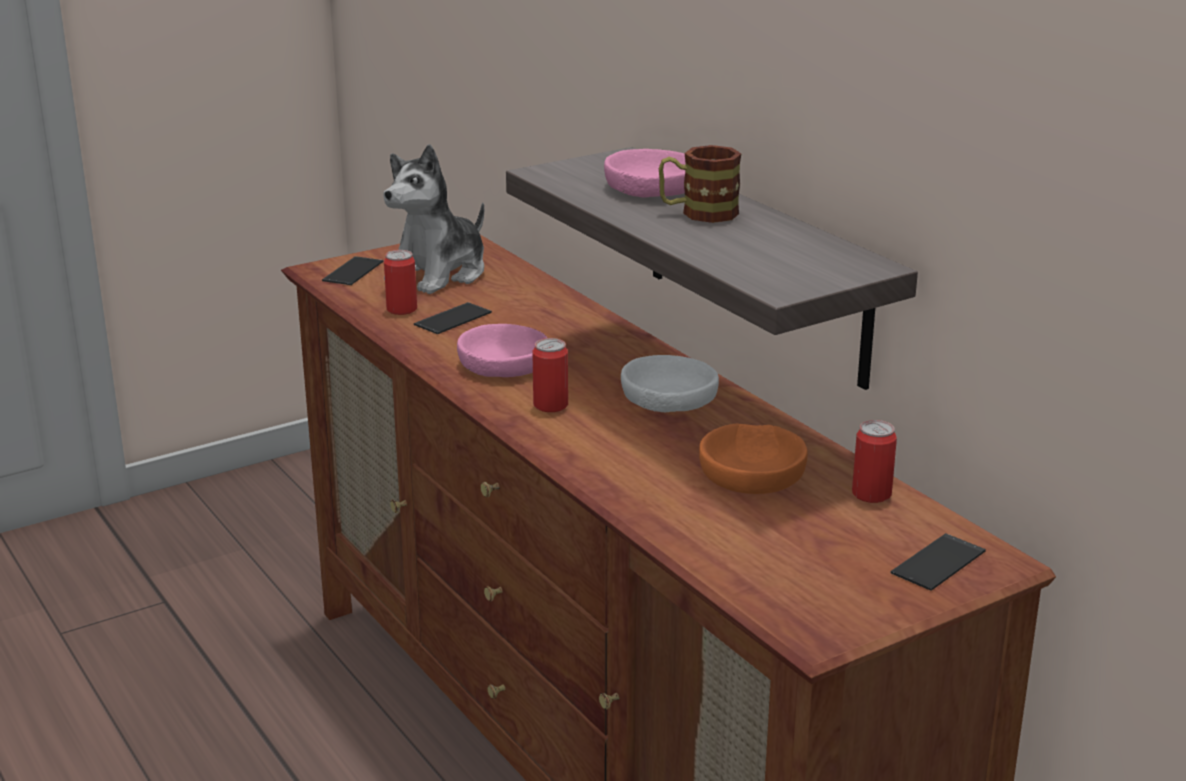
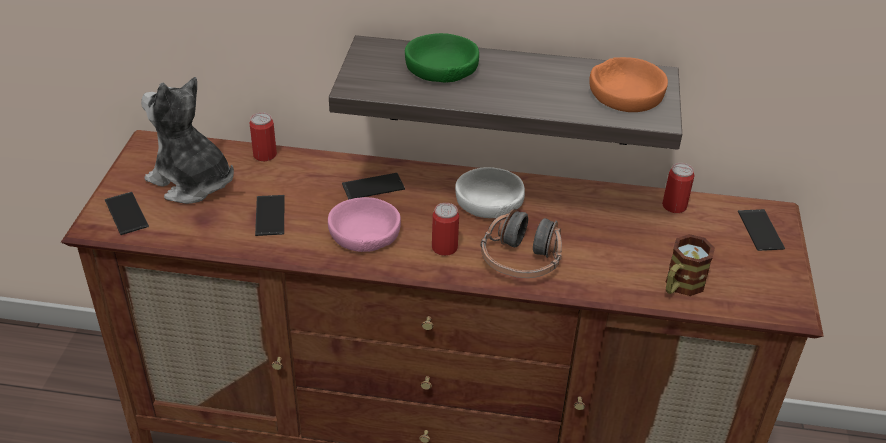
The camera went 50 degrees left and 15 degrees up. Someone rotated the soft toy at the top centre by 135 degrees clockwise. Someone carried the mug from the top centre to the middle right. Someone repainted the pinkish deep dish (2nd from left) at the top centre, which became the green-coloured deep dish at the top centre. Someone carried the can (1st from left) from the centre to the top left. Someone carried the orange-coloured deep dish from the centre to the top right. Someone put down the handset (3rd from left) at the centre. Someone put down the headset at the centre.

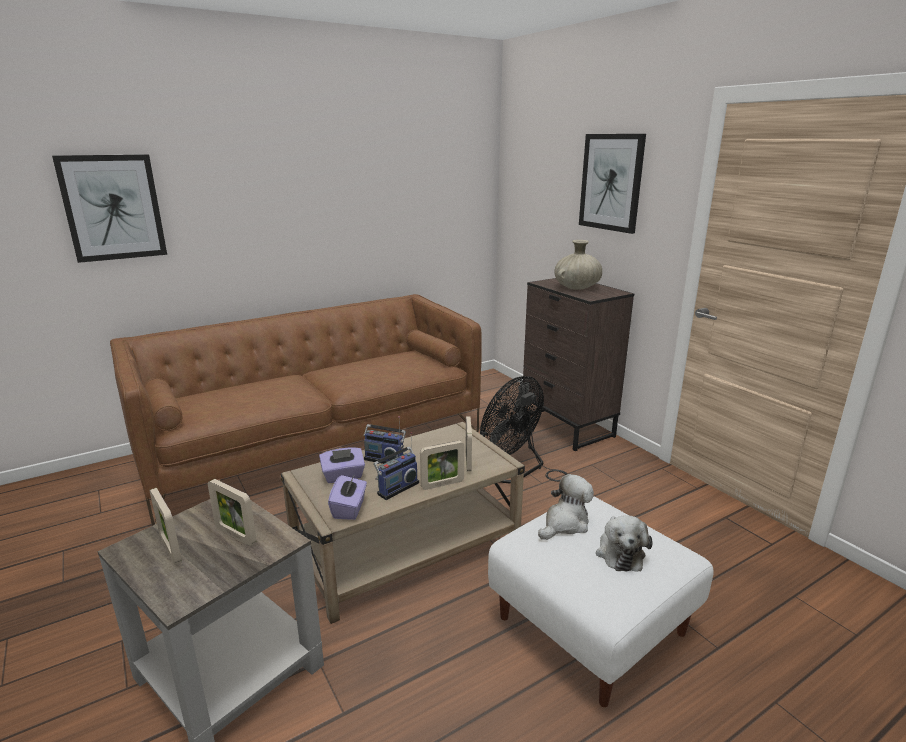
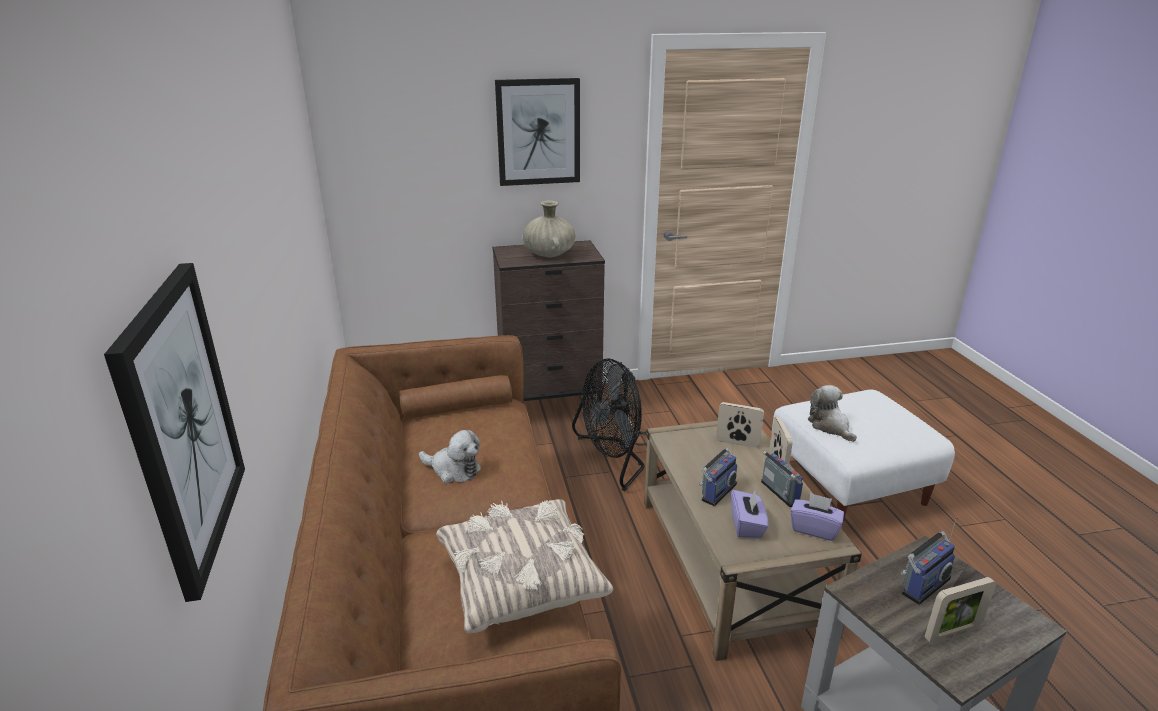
The camera went 70 degrees left and 5 degrees up. Someone swapped the photo frame (2nd from left) at the bottom left for the radio set (3rd from left) at the bottom right. Someone carried the soft toy (2nd from left in the first image) from the bottom right to the centre. Someone put down the beige cushion at the bottom centre.

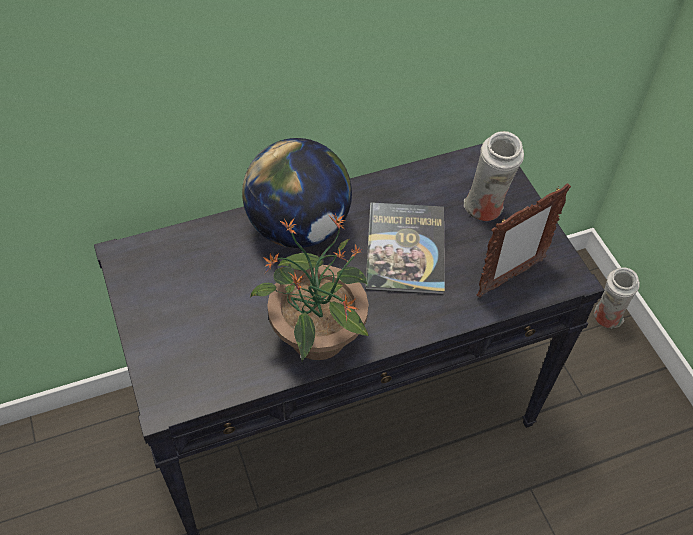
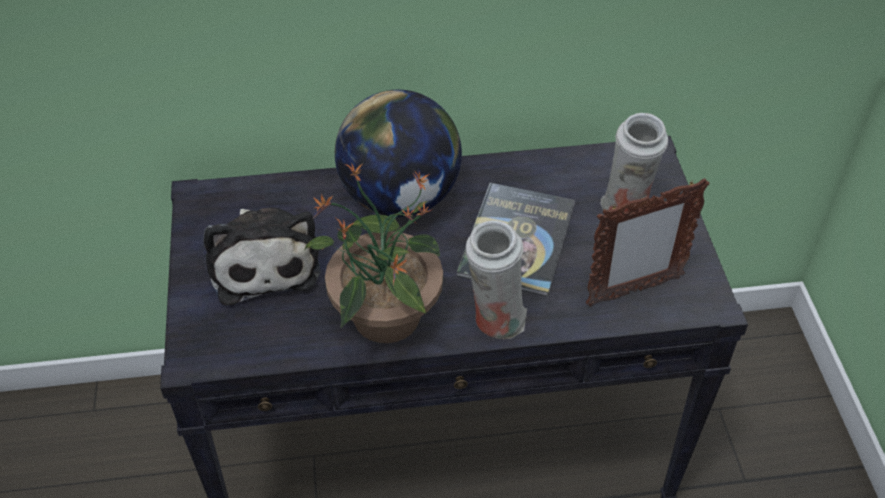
The camera went 15 degrees right and 5 degrees down. Someone carried the whitish flower vase (2nd from left in the first image) from the middle right to the centre. Someone put down the soft toy at the middle left.

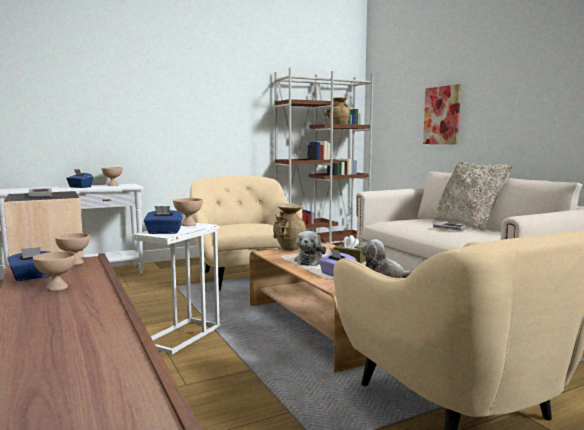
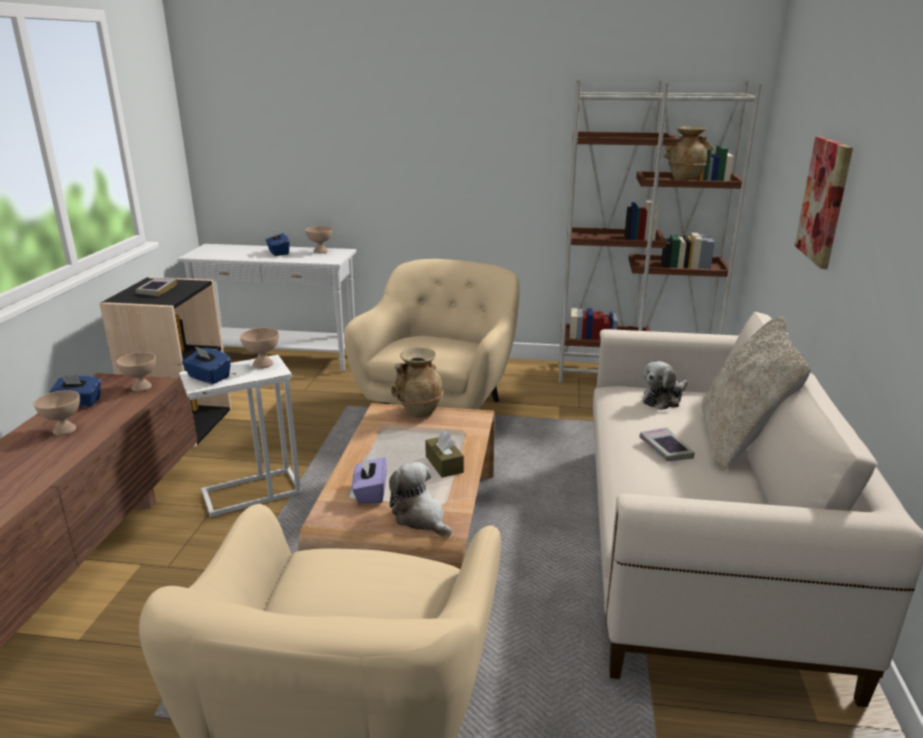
The camera went 35 degrees right and 15 degrees up. Someone carried the soft toy (1st from left in the first image) from the centre to the middle right.

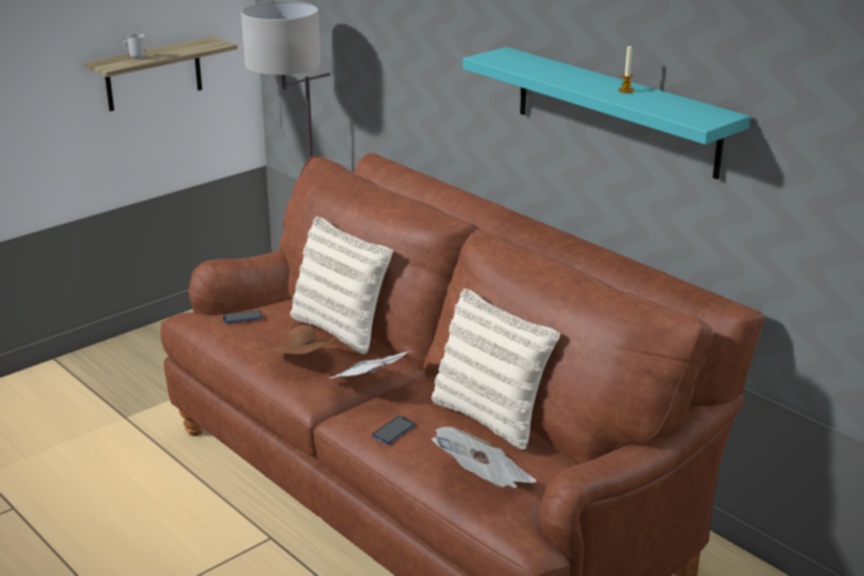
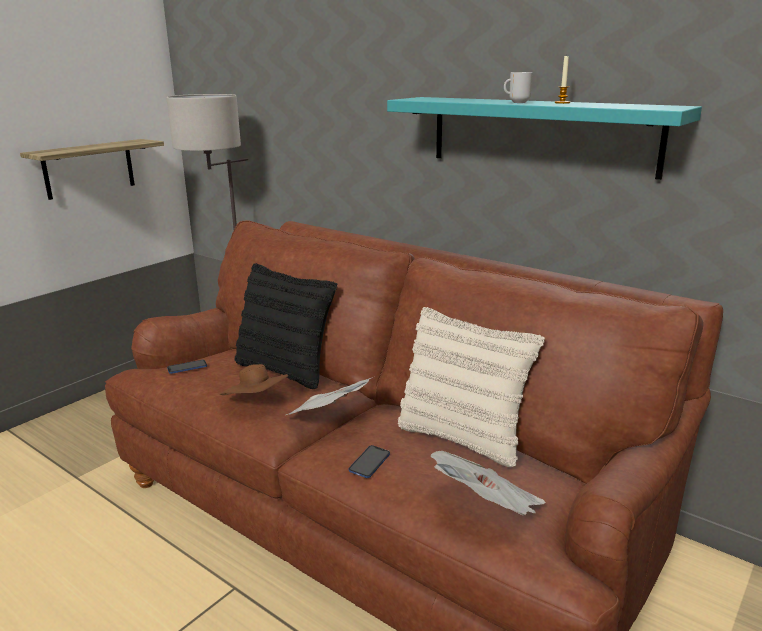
The camera went 10 degrees left and 5 degrees down. Someone carried the mug from the top left to the top right. Someone repainted the beige cushion (1st from left) at the centre, which became the black cushion at the centre.

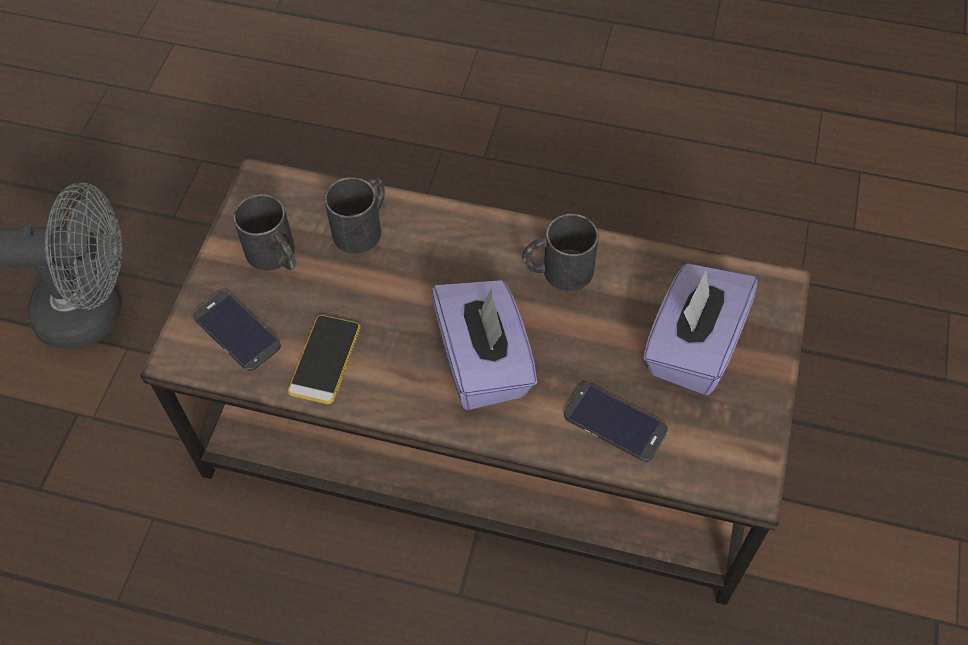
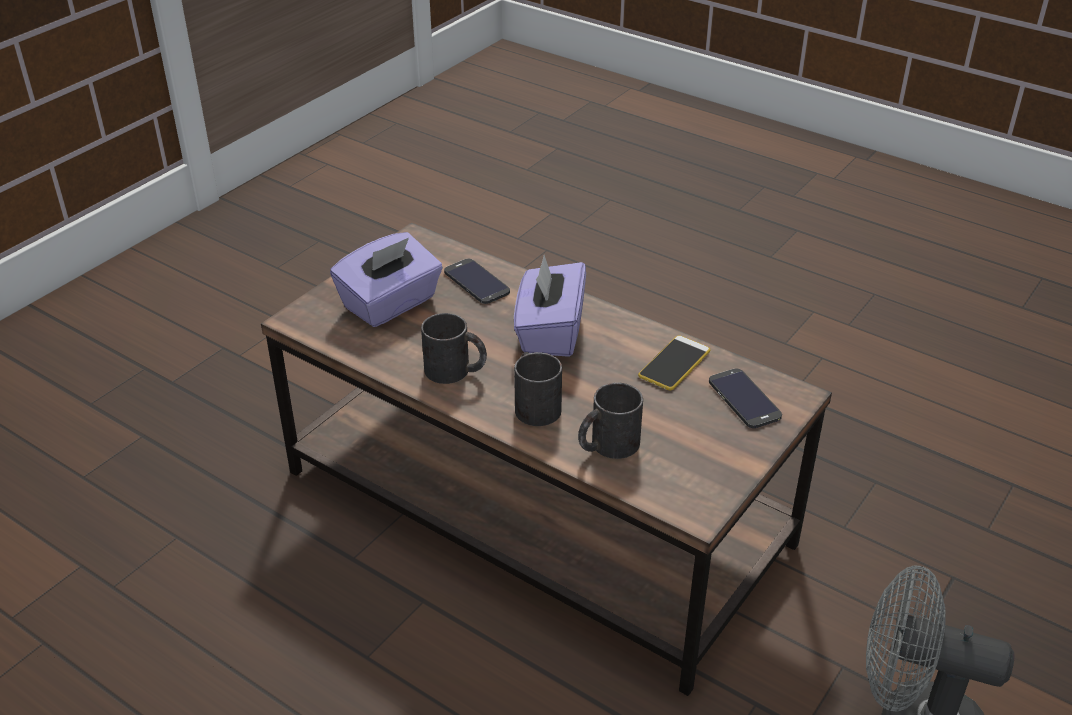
The camera went 160 degrees left and 20 degrees down. Someone carried the black mug (1st from left in the first image) from the middle left to the centre.

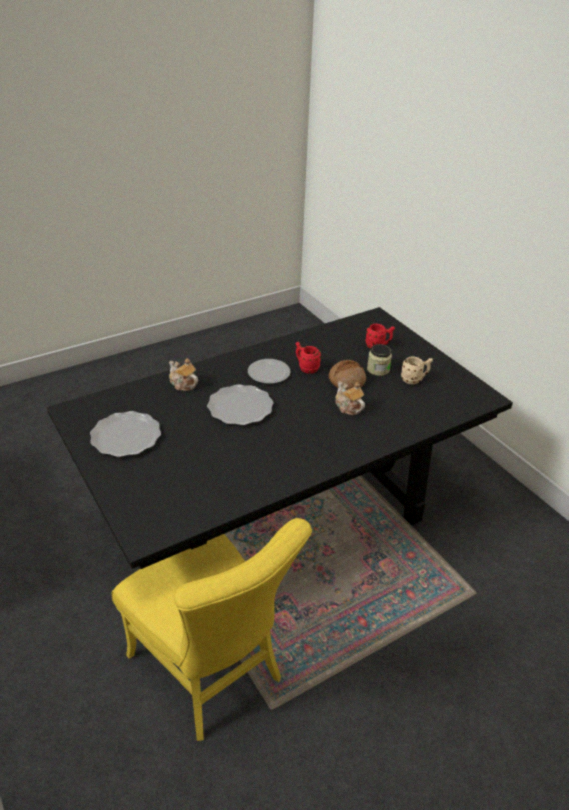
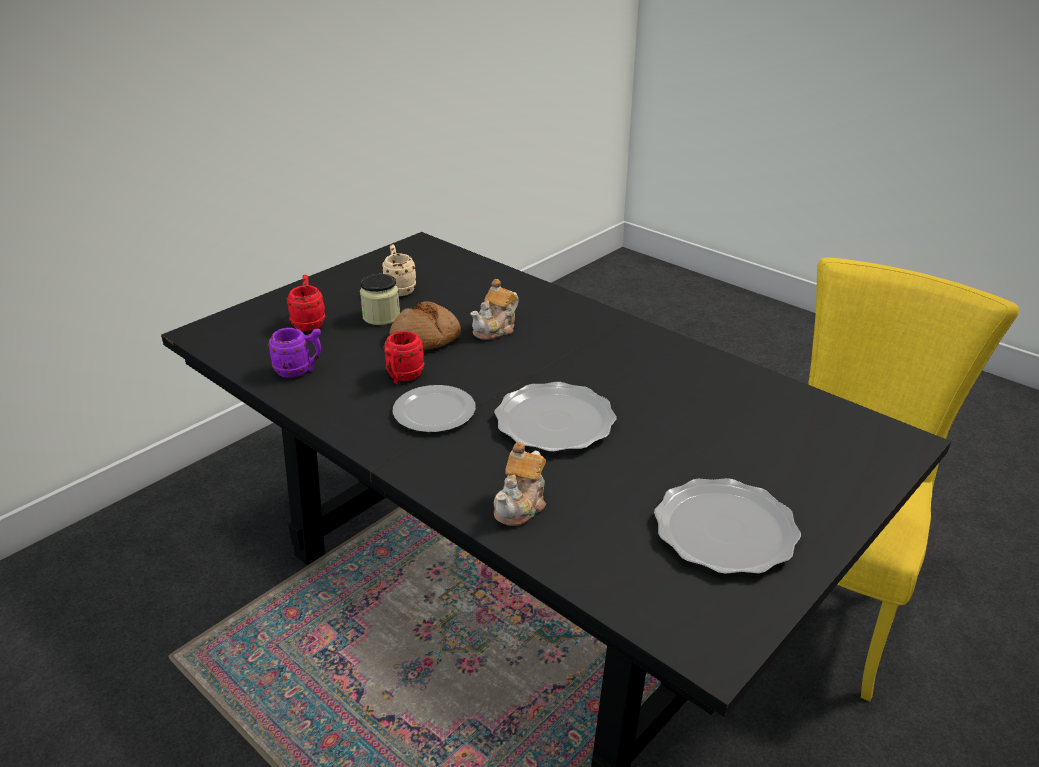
The camera went 105 degrees left and 5 degrees down. Someone put down the purple-coloured mug at the middle left.

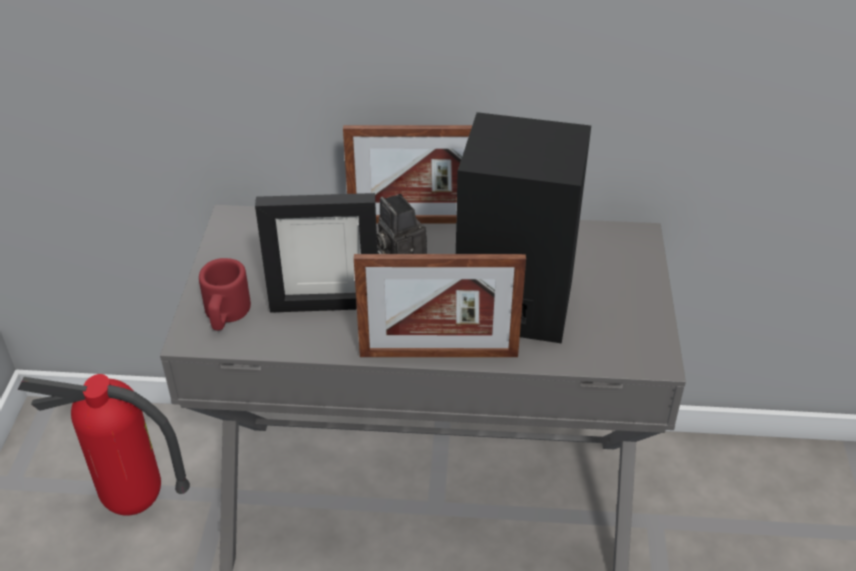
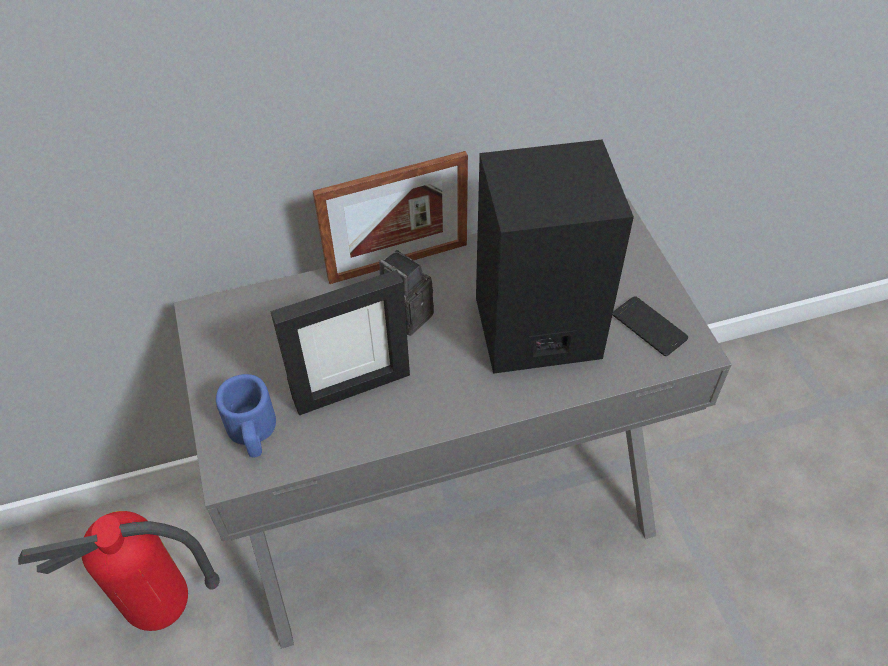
The camera went 20 degrees left and 10 degrees up. Someone took away the photo frame (3rd from left) at the centre. Someone repainted the red mug at the middle left, which became the bluish mug at the middle left. Someone put down the handset at the middle right.

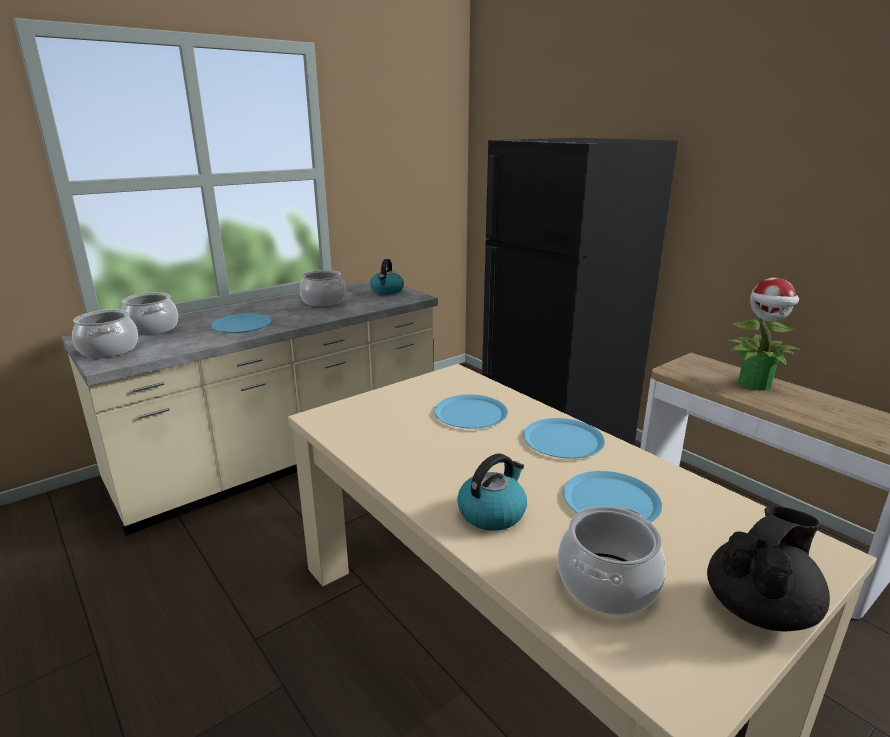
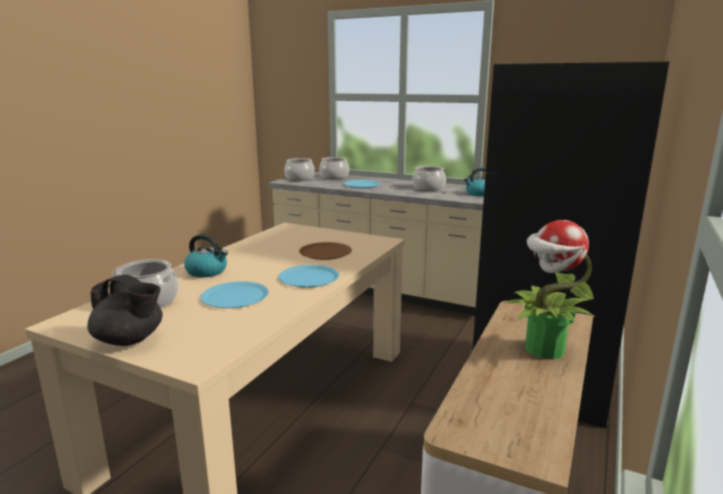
The camera went 65 degrees right and 5 degrees down. Someone repainted the bluish dinner plate (2nd from left) at the centre, which became the brownish dinner plate at the centre.

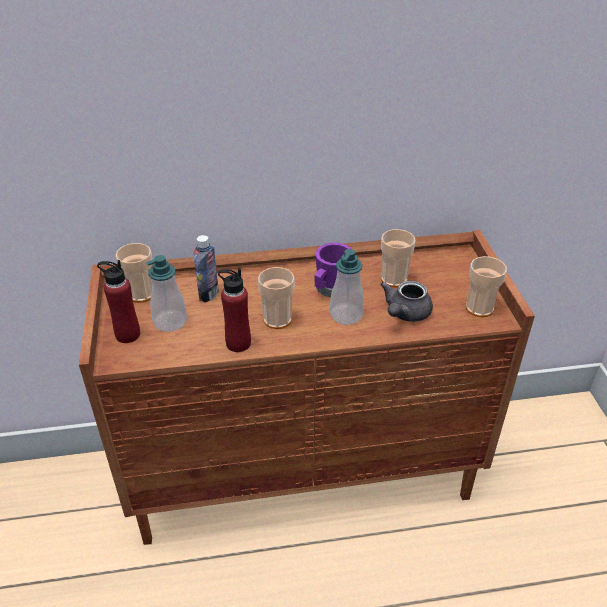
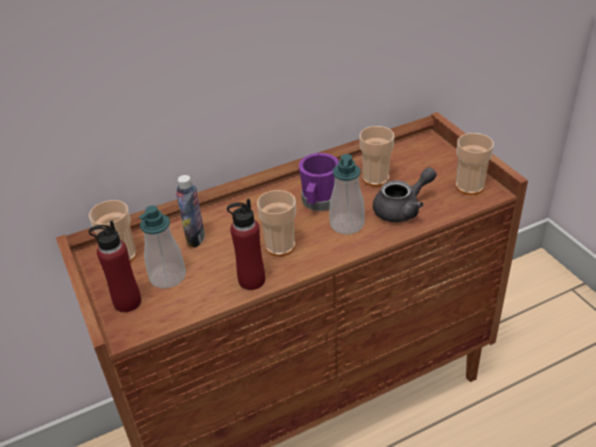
The camera went 15 degrees left and 0 degrees up. Someone rotated the grey tea pot at the middle right by 135 degrees counterclockwise.

